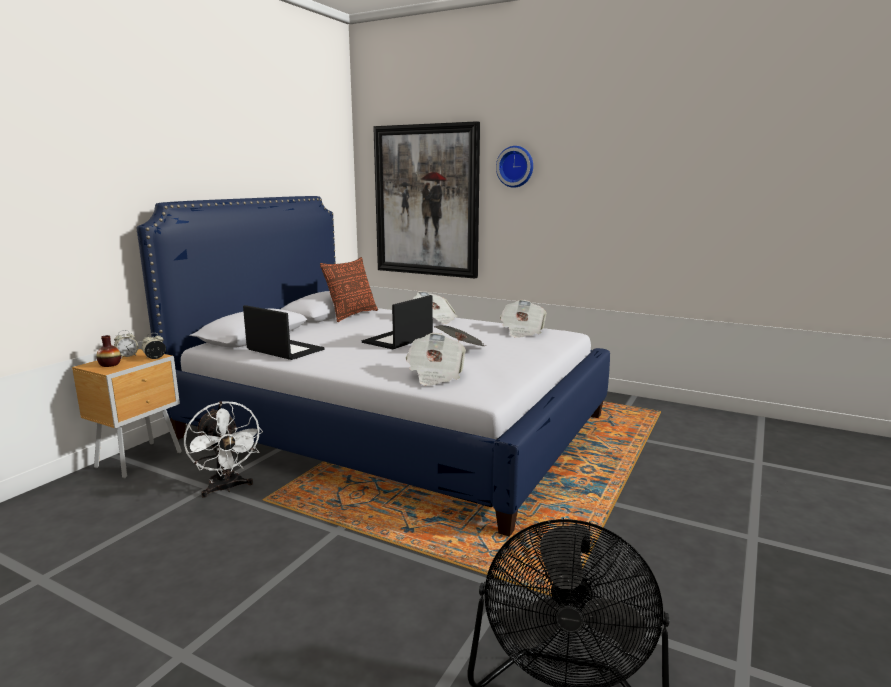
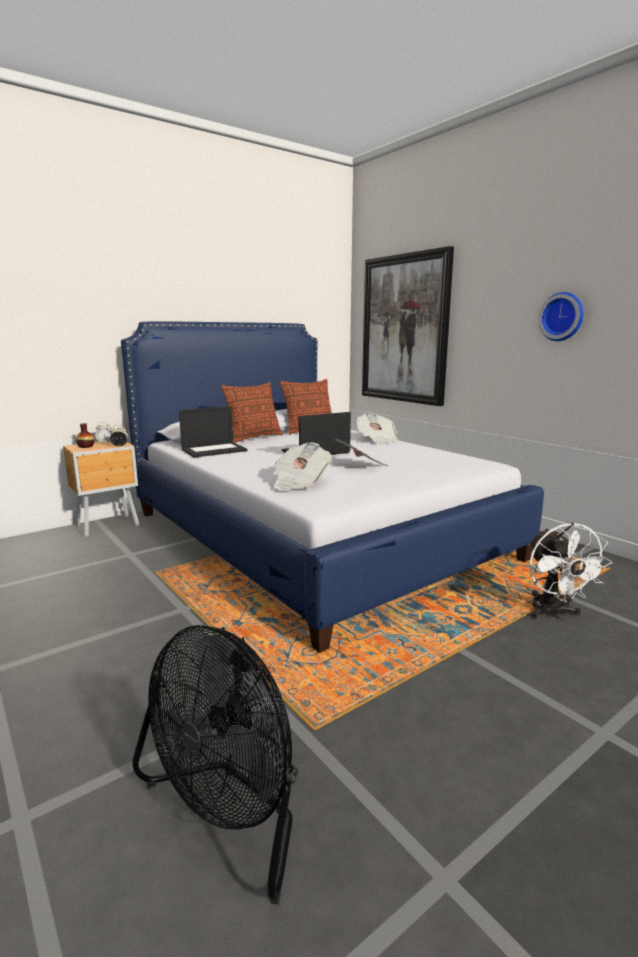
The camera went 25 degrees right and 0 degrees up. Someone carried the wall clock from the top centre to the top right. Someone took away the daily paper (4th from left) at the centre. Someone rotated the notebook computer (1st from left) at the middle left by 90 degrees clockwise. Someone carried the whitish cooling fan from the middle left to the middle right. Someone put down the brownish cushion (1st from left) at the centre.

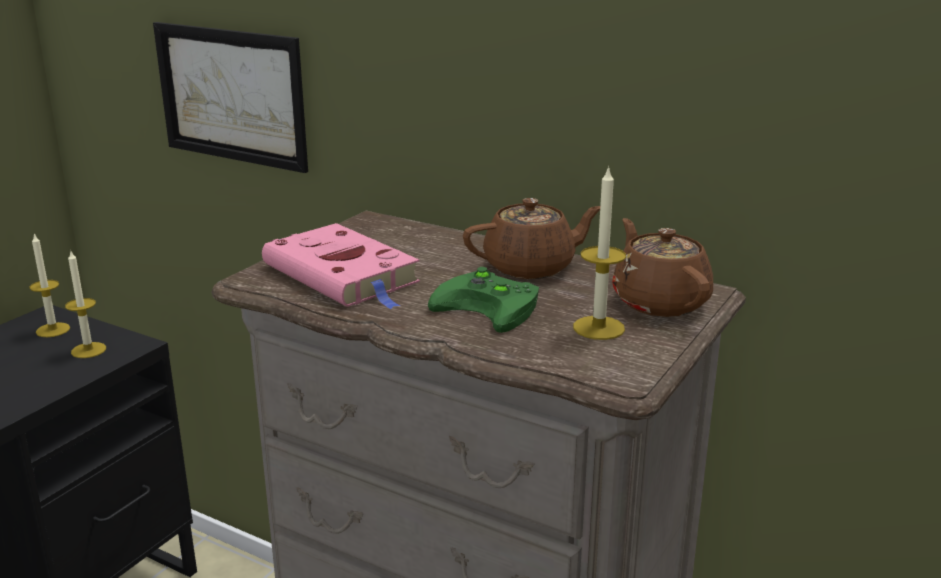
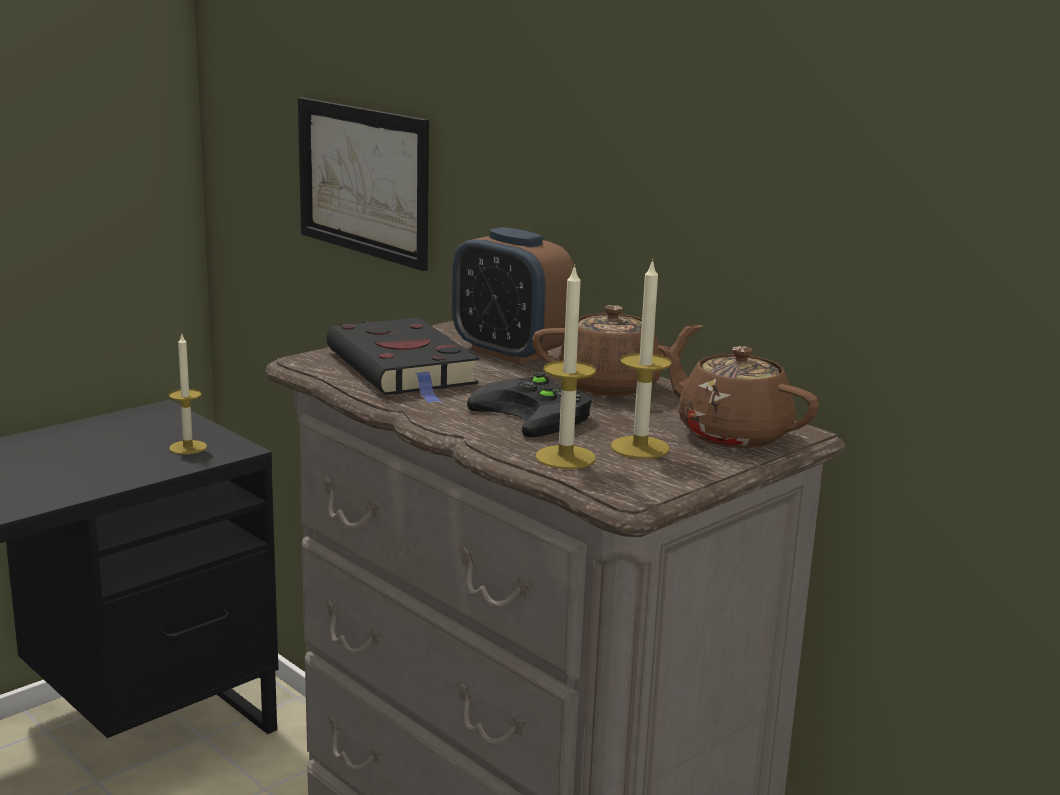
The camera went 15 degrees right and 5 degrees down. Someone rotated the brownish tea pot (2nd from left) at the middle right by 45 degrees counterclockwise. Someone repainted the pinkish book at the centre, which became the black book at the centre. Someone carried the wax candle (1st from left in the first image) from the middle left to the centre. Someone repainted the green-coloured joypad at the centre, which became the black joypad at the centre. Someone put down the alarm clock at the centre.

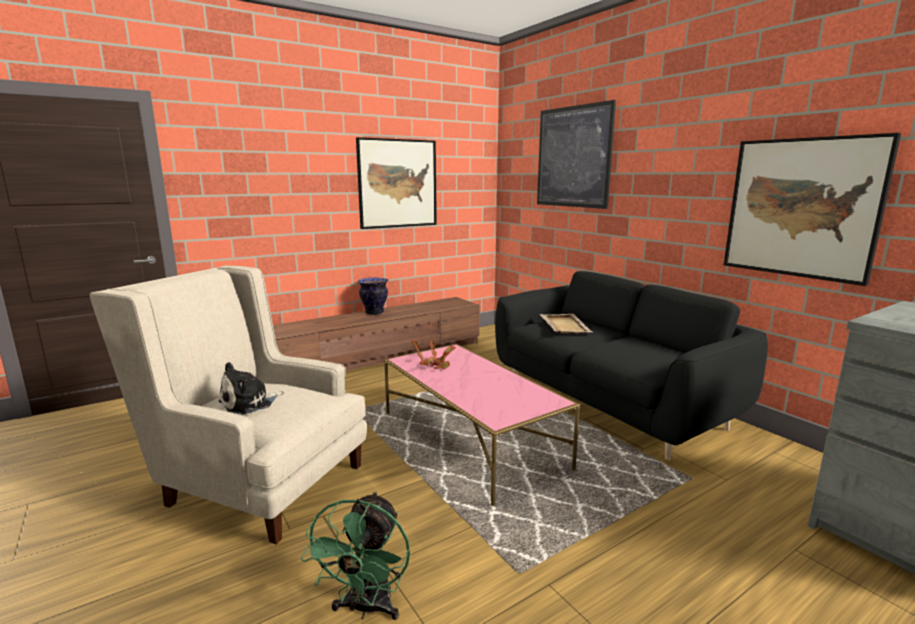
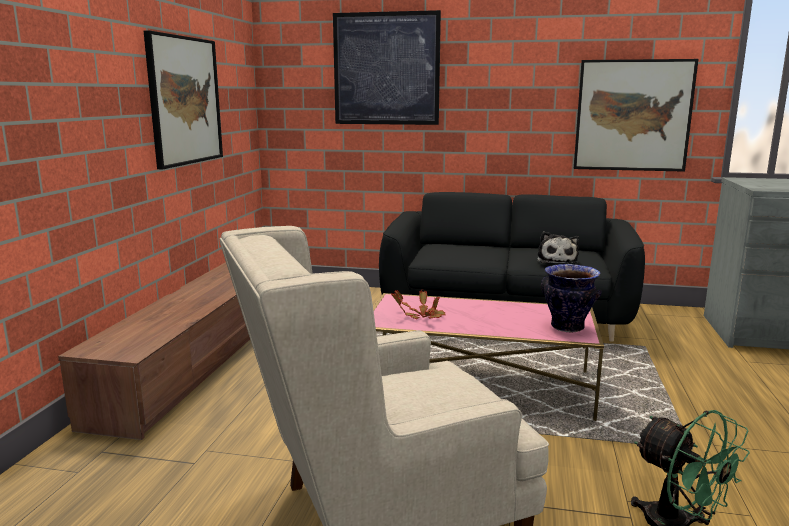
The camera went 45 degrees left and 0 degrees up. Someone carried the flower vase from the centre to the middle right. Someone took away the beige serving tray at the centre. Someone carried the soft toy from the middle left to the middle right.

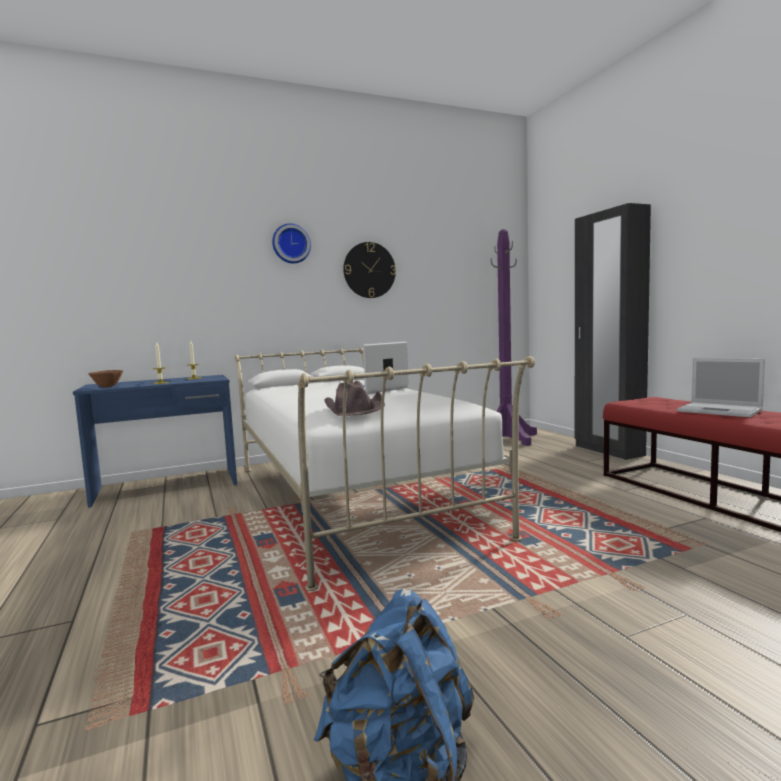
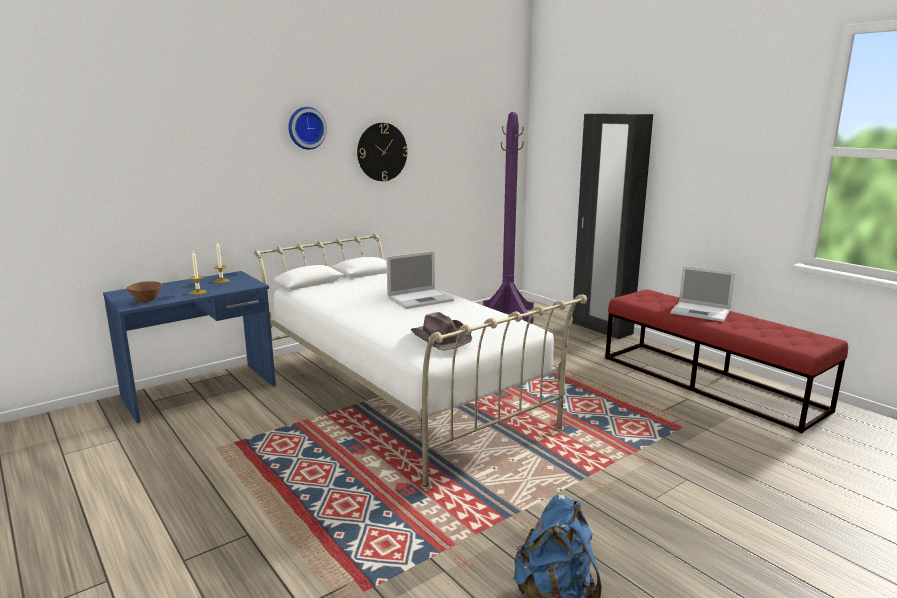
The camera went 15 degrees left and 10 degrees up. Someone rotated the notebook computer (1st from left) at the centre by 150 degrees counterclockwise.

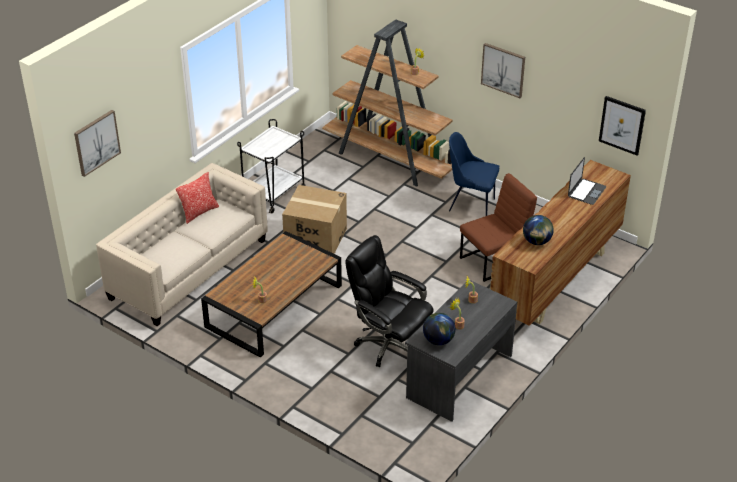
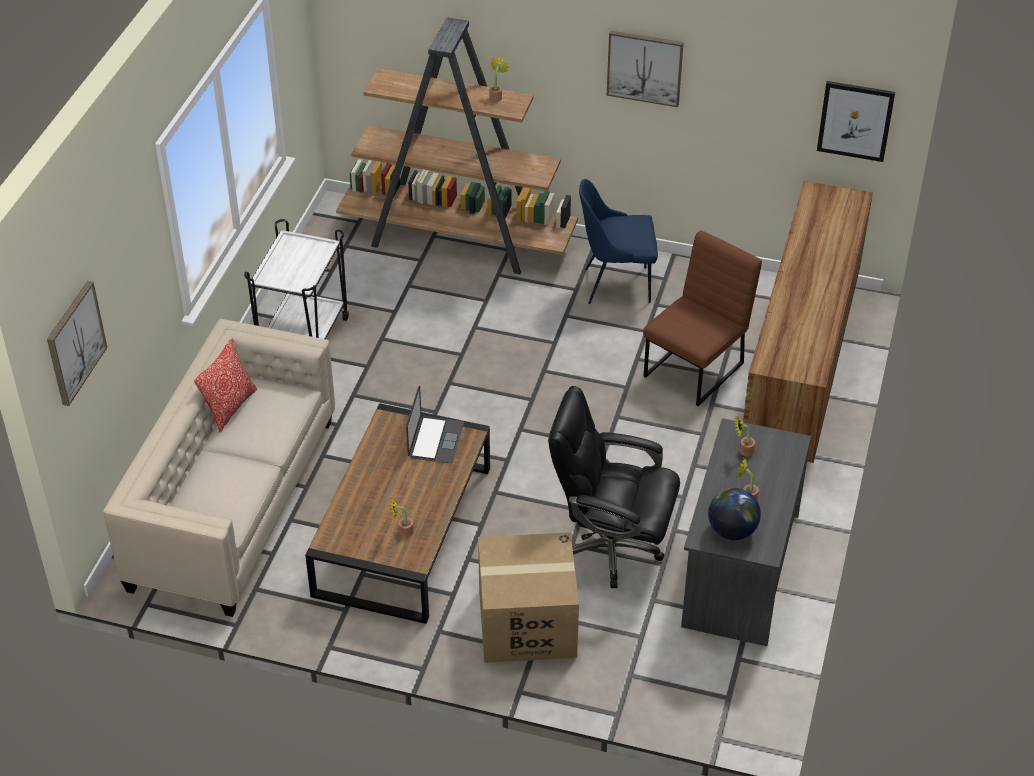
The camera went 20 degrees left and 5 degrees up. Someone carried the notebook computer from the middle right to the centre. Someone carried the packing box from the centre to the bottom centre. Someone took away the globe (2nd from left) at the middle right.

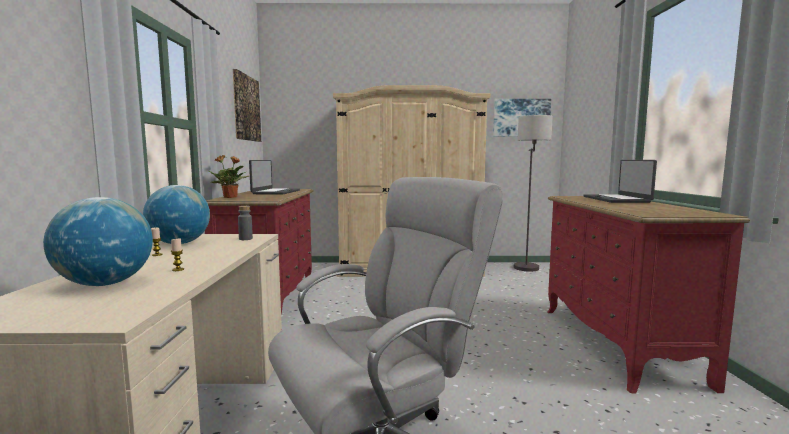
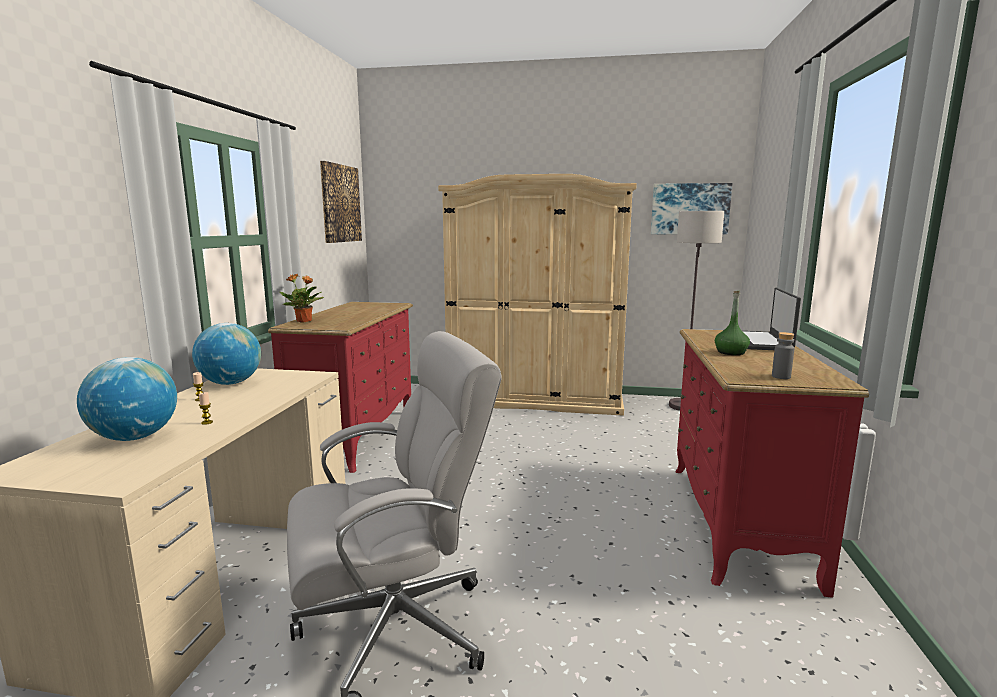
The camera went 10 degrees right and 5 degrees up. Someone took away the notebook computer (1st from left) at the centre. Someone carried the grey beverage bottle from the middle left to the middle right. Someone put down the green-coloured beverage bottle at the middle right.

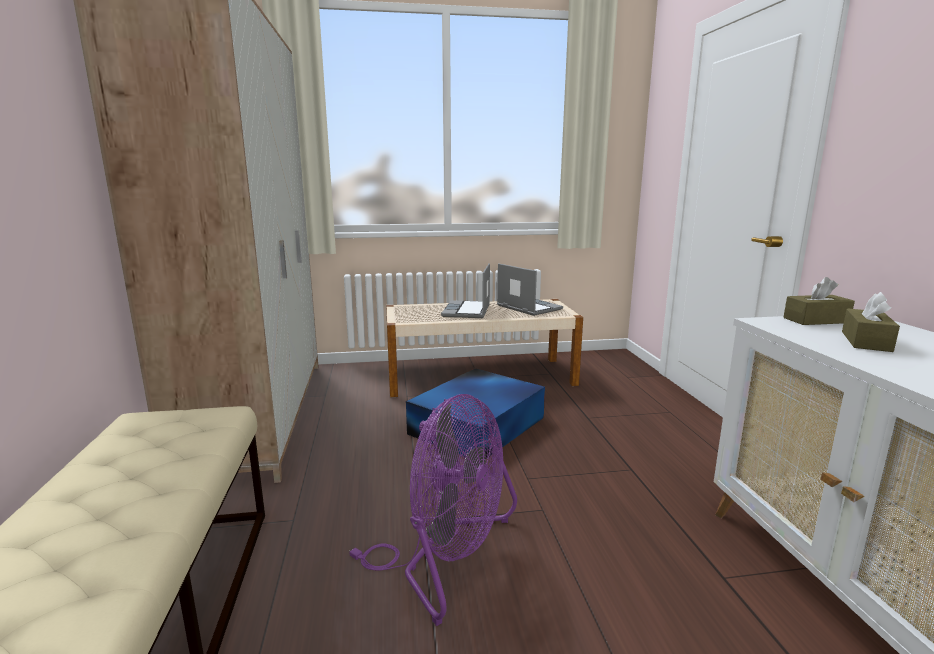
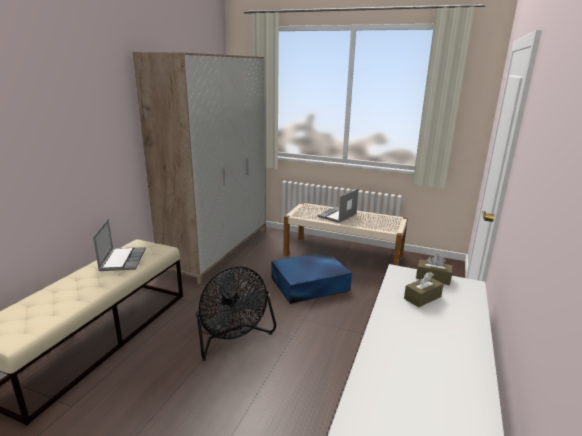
The camera went 30 degrees right and 5 degrees up. Someone carried the notebook computer (2nd from left in the first image) from the centre to the middle left. Someone repainted the purple-coloured cooling fan at the bottom centre, which became the black cooling fan at the bottom centre.

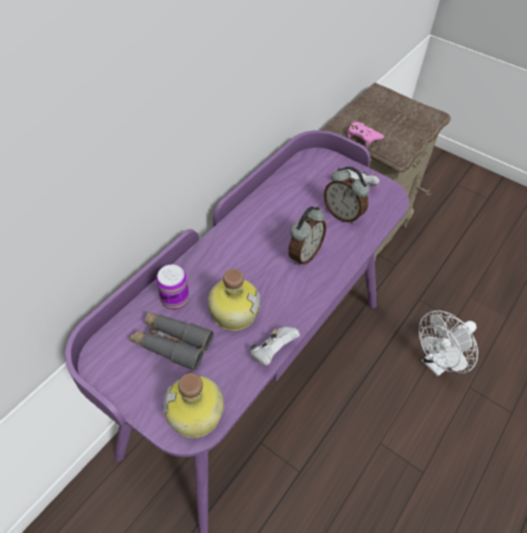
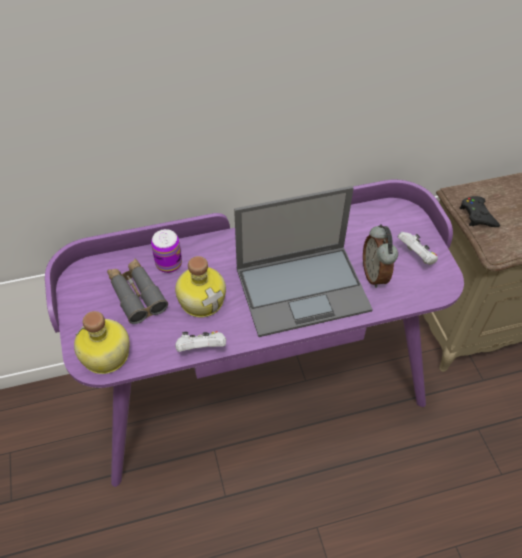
The camera went 40 degrees right and 0 degrees up. Someone repainted the pinkish joypad at the top right, which became the black joypad at the middle right. Someone swapped the alarm clock (1st from left) at the centre for the notebook computer at the centre. Someone took away the whitish cooling fan at the middle right.

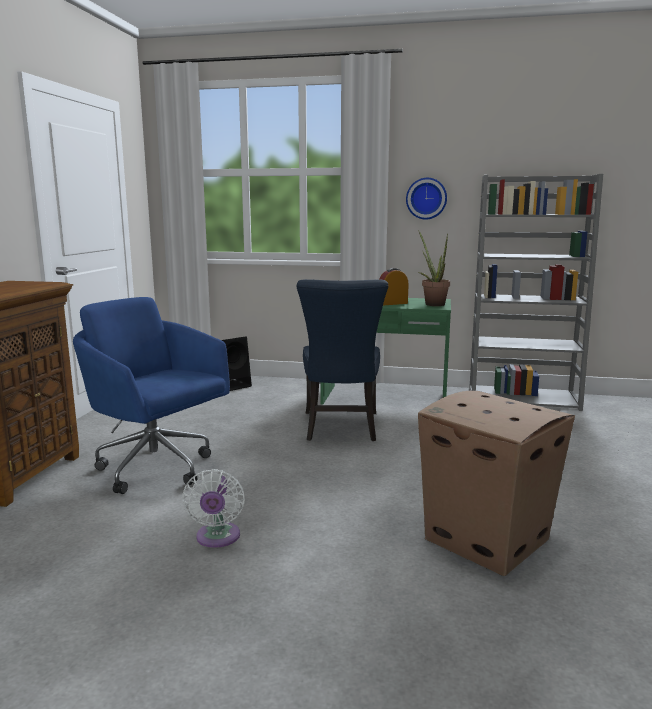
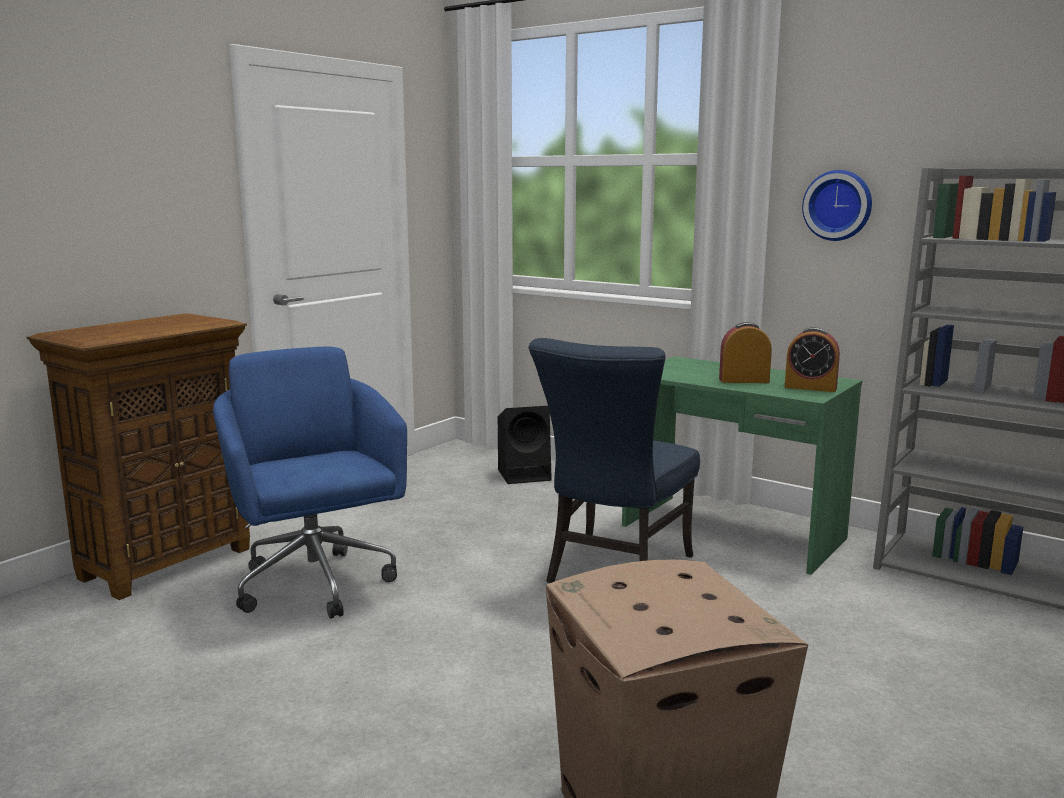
The camera went 25 degrees right and 0 degrees up. Someone swapped the potted plant at the centre for the alarm clock (2nd from left) at the middle right. Someone took away the whitish cooling fan at the bottom left.

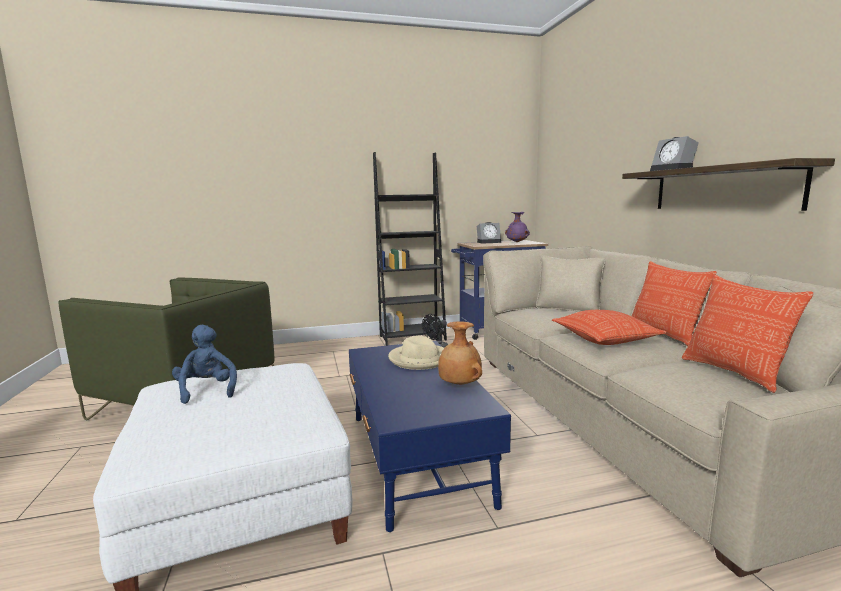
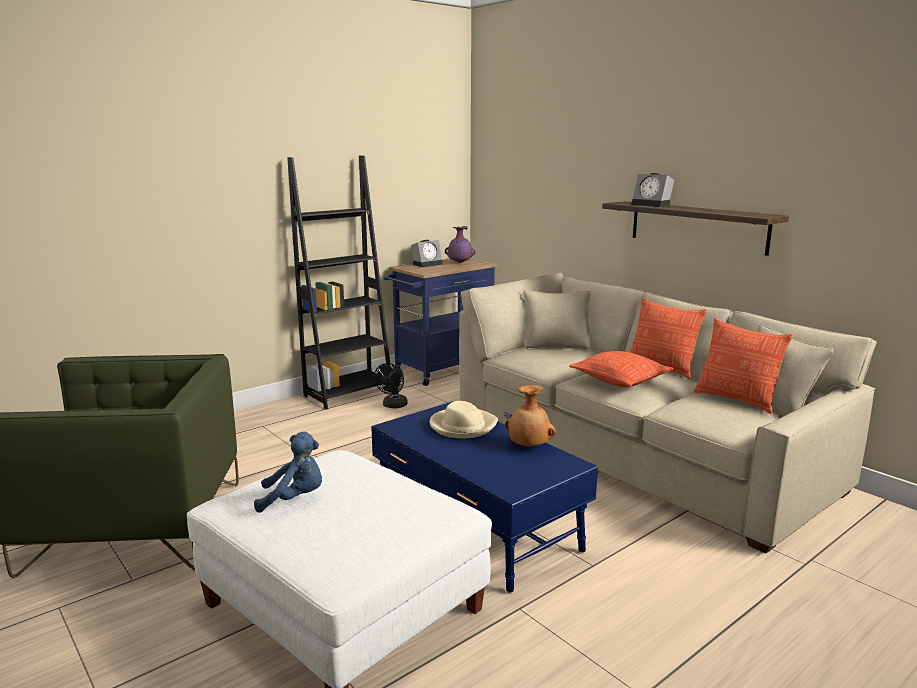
The camera went 25 degrees left and 5 degrees up. Someone rotated the bluish soft toy at the middle left by 135 degrees clockwise.

